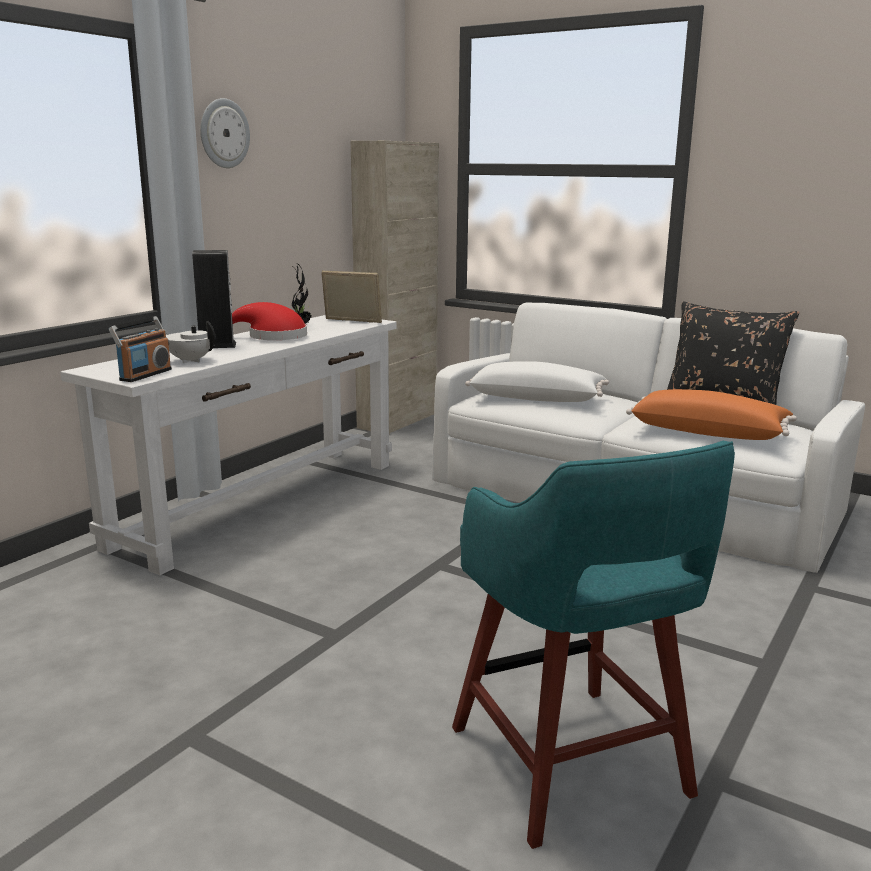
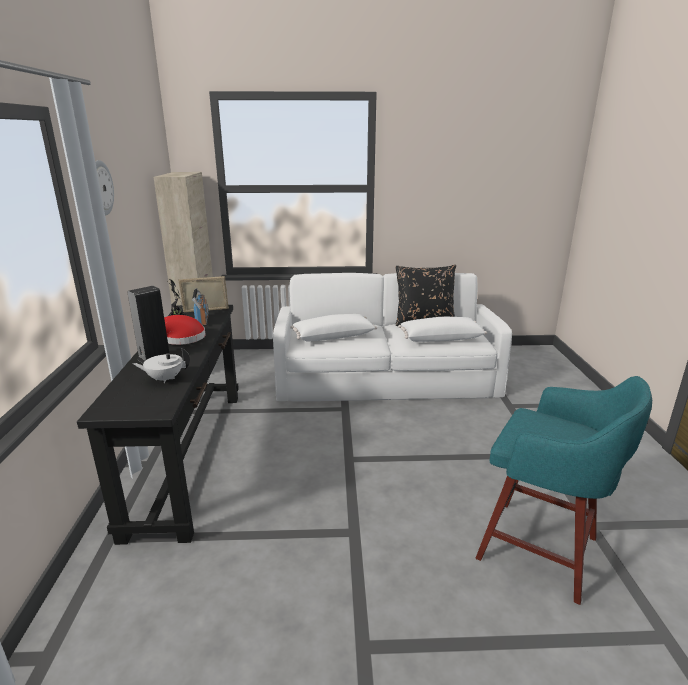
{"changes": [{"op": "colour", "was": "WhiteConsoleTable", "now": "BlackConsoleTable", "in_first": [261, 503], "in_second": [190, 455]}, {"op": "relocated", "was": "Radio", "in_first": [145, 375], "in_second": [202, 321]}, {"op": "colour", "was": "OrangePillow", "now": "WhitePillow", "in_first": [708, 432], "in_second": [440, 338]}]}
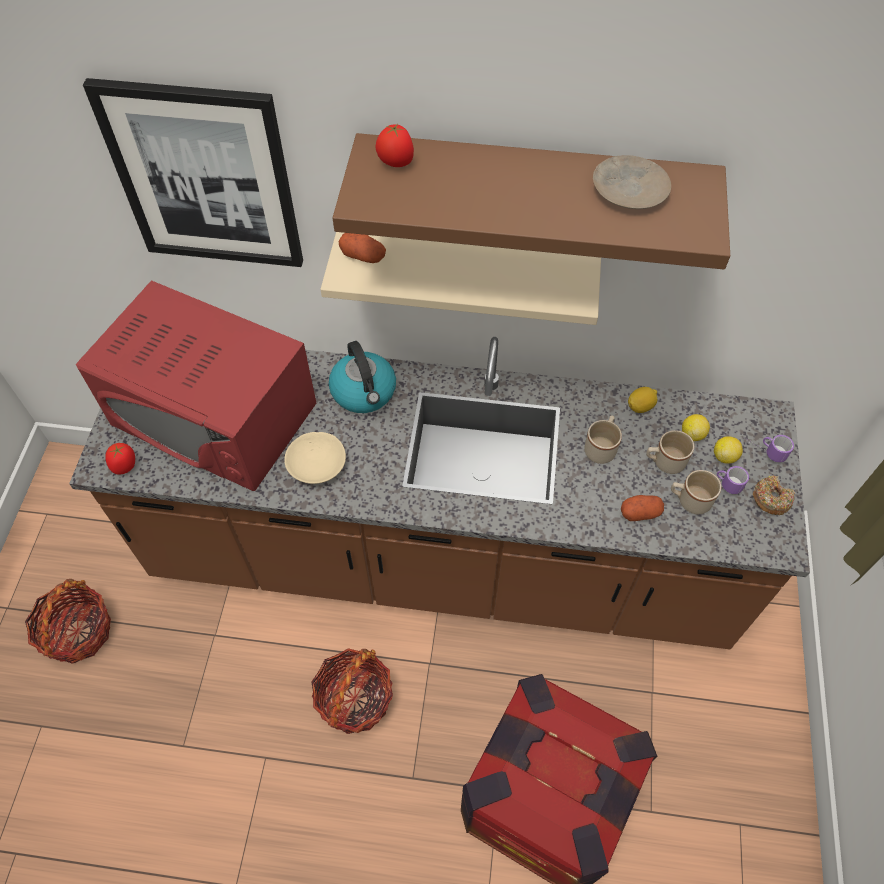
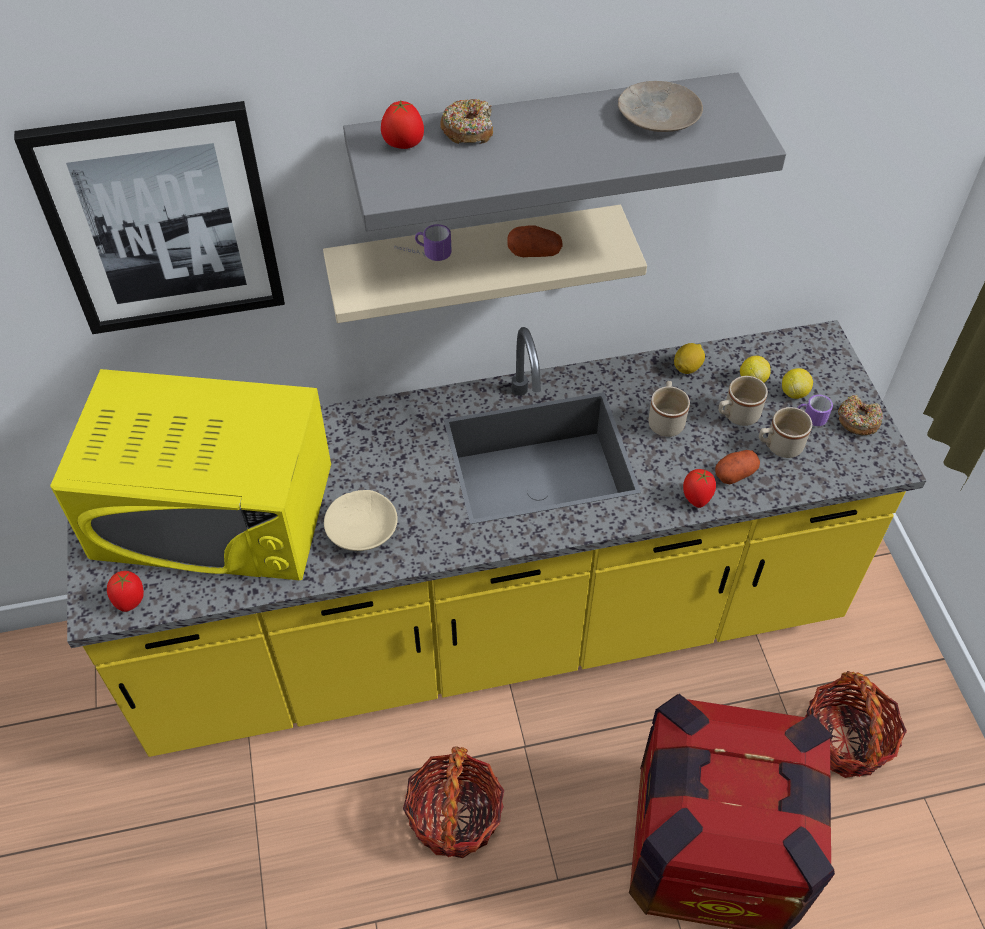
{"changes": [{"op": "colour", "was": "BrownShelf", "now": "GreyShelf", "in_first": [533, 187], "in_second": [543, 143]}, {"op": "relocated", "was": "Potato", "in_first": [363, 256], "in_second": [534, 252]}, {"op": "colour", "was": "RedMicrowave", "now": "YellowMicrowave", "in_first": [214, 413], "in_second": [214, 510]}, {"op": "colour", "was": "BrownCounter", "now": "YellowCounter", "in_first": [442, 561], "in_second": [492, 629]}, {"op": "missing", "was": "Kettle", "in_first": [364, 392]}, {"op": "relocated", "was": "Mug", "in_first": [763, 450], "in_second": [422, 255]}, {"op": "relocated", "was": "Basket", "in_first": [78, 631], "in_second": [845, 740]}, {"op": "appeared", "now": "Donut", "in_second": [468, 130]}, {"op": "appeared", "now": "Tomato", "in_second": [696, 498]}]}
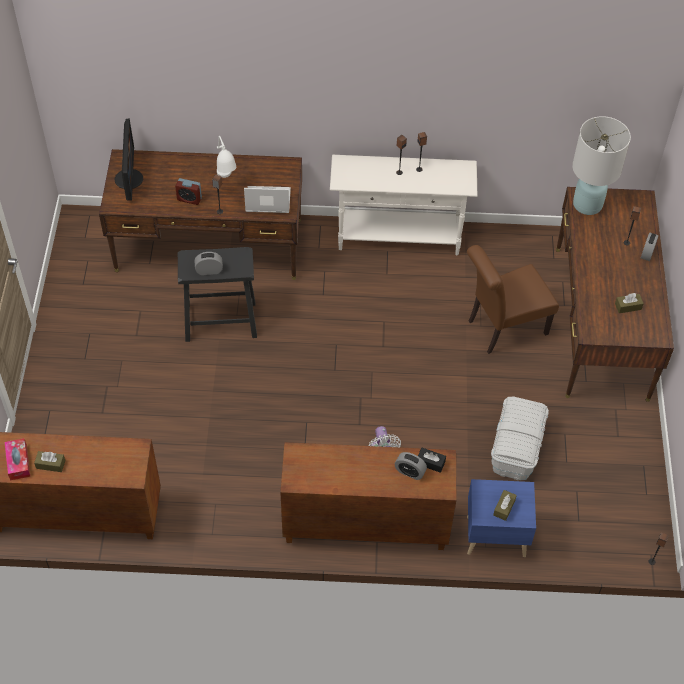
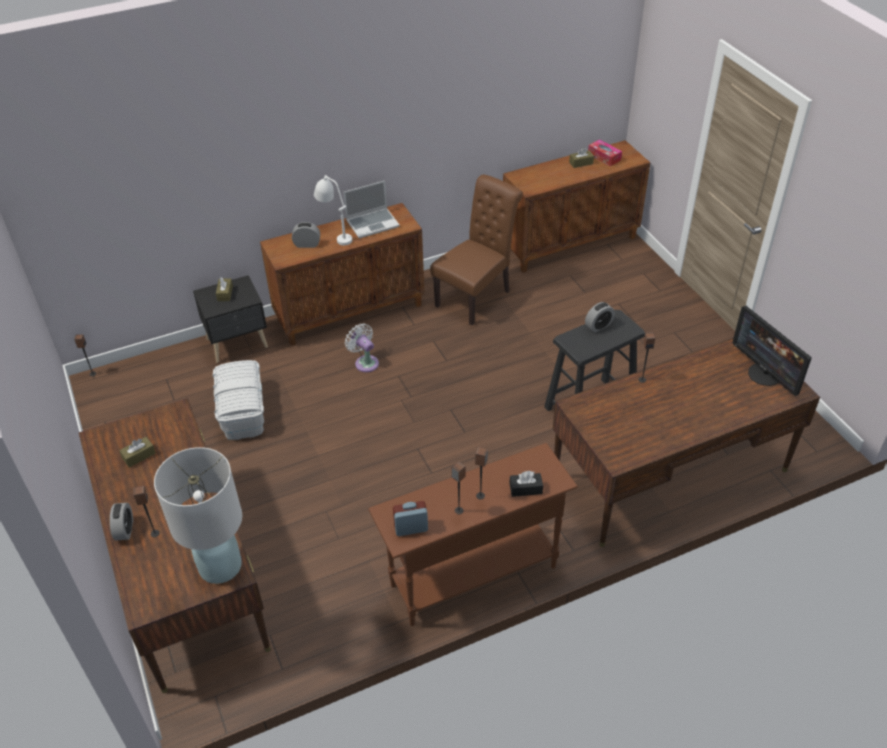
{"changes": [{"op": "relocated", "was": "WhiteTableLamp", "in_first": [226, 184], "in_second": [334, 232]}, {"op": "colour", "was": "WhiteConsoleTable", "now": "BrownConsoleTable", "in_first": [399, 238], "in_second": [472, 576]}, {"op": "relocated", "was": "AlarmClock", "in_first": [189, 199], "in_second": [411, 528]}, {"op": "relocated", "was": "Laptop", "in_first": [267, 201], "in_second": [373, 223]}, {"op": "relocated", "was": "BrownChair", "in_first": [502, 328], "in_second": [476, 296]}, {"op": "relocated", "was": "BlackTissueBox", "in_first": [430, 463], "in_second": [525, 489]}, {"op": "colour", "was": "BlueNightstand", "now": "BlackNightstand", "in_first": [494, 535], "in_second": [238, 343]}]}
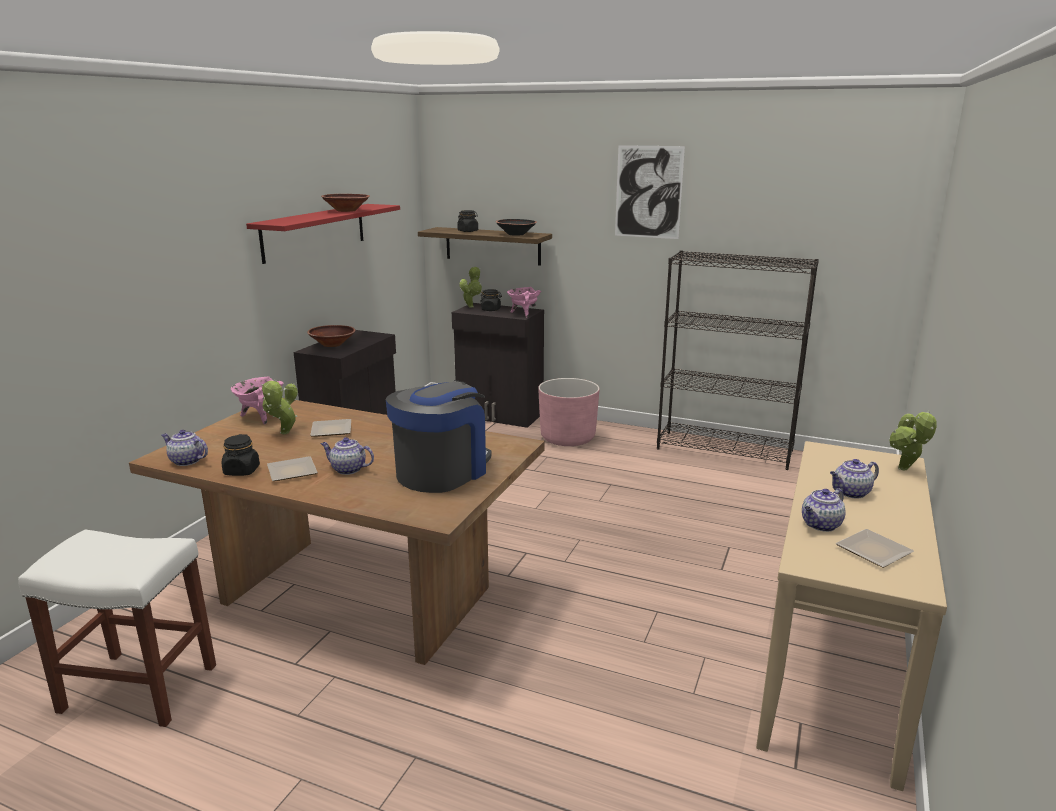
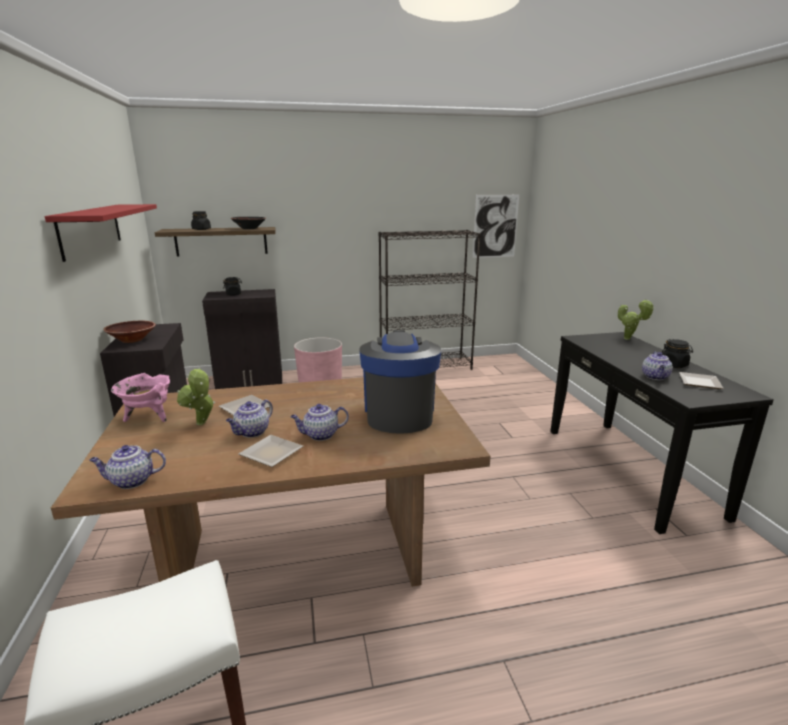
{"changes": [{"op": "relocated", "was": "Picture", "in_first": [648, 192], "in_second": [495, 226]}, {"op": "missing", "was": "BrownBowl", "in_first": [346, 210]}, {"op": "missing", "was": "PottedPlant", "in_first": [471, 306]}, {"op": "missing", "was": "PinkCookingPot", "in_first": [523, 313]}, {"op": "relocated", "was": "BlackJar", "in_first": [241, 471], "in_second": [674, 365]}, {"op": "colour", "was": "BeigeConsoleTable", "now": "BlackConsoleTable", "in_first": [835, 667], "in_second": [629, 470]}, {"op": "relocated", "was": "Teapot", "in_first": [850, 493], "in_second": [252, 432]}]}
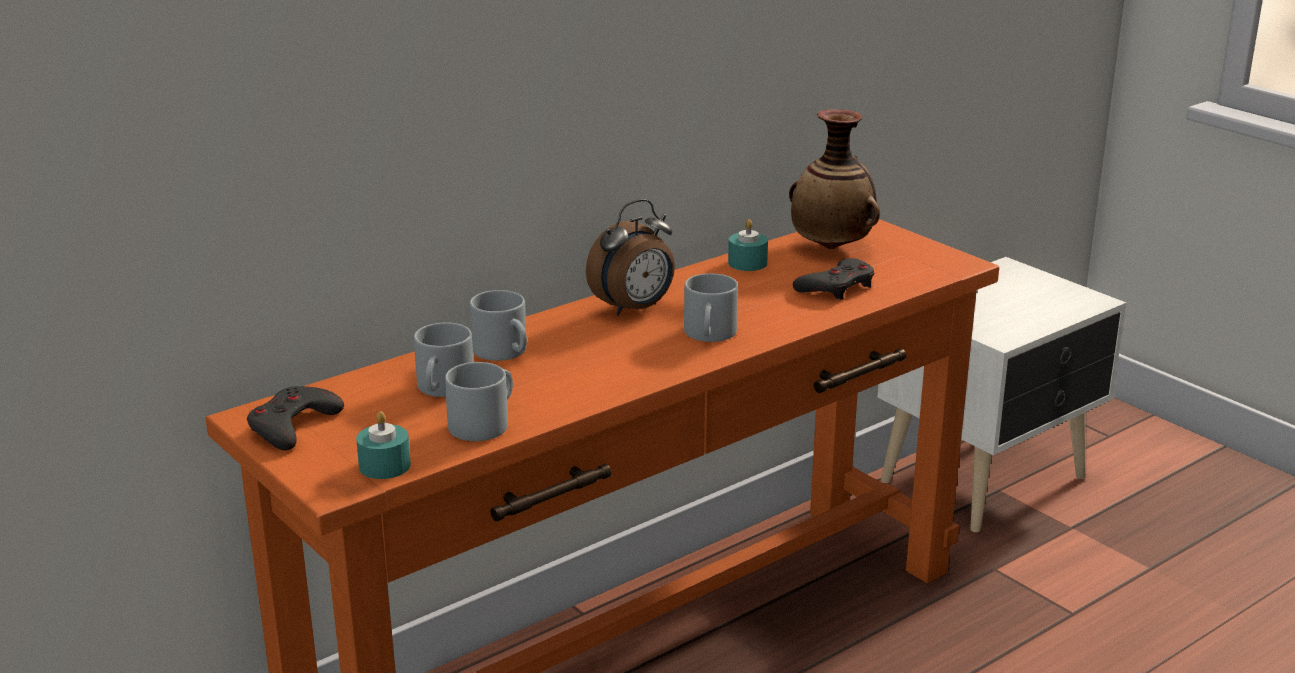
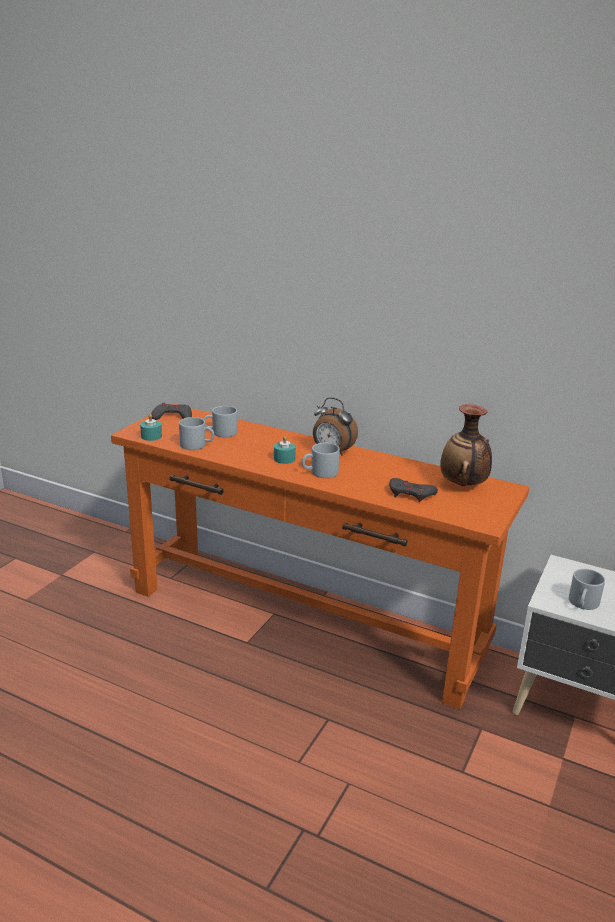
{"changes": [{"op": "relocated", "was": "TurquoiseCandle", "in_first": [747, 263], "in_second": [284, 459]}, {"op": "relocated", "was": "GreyMug", "in_first": [505, 352], "in_second": [583, 604]}]}
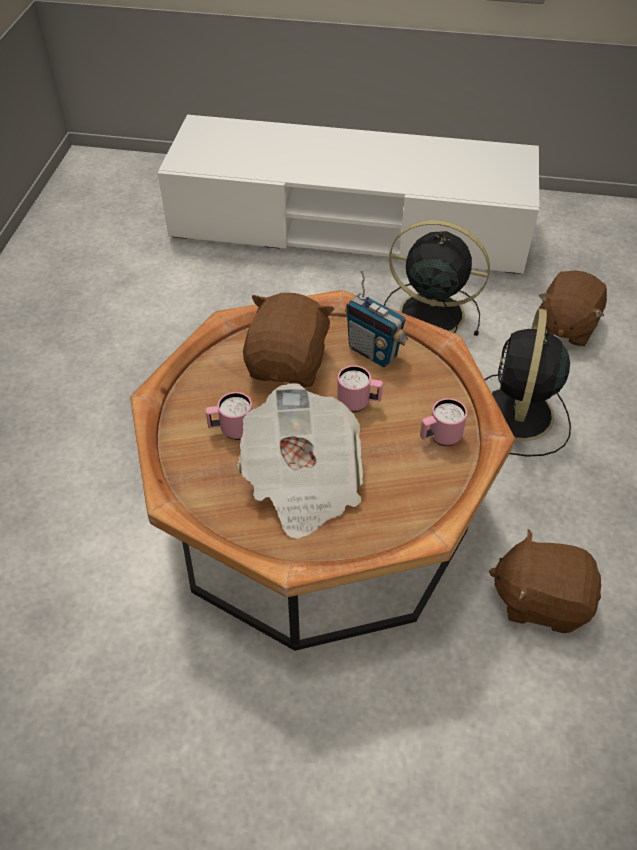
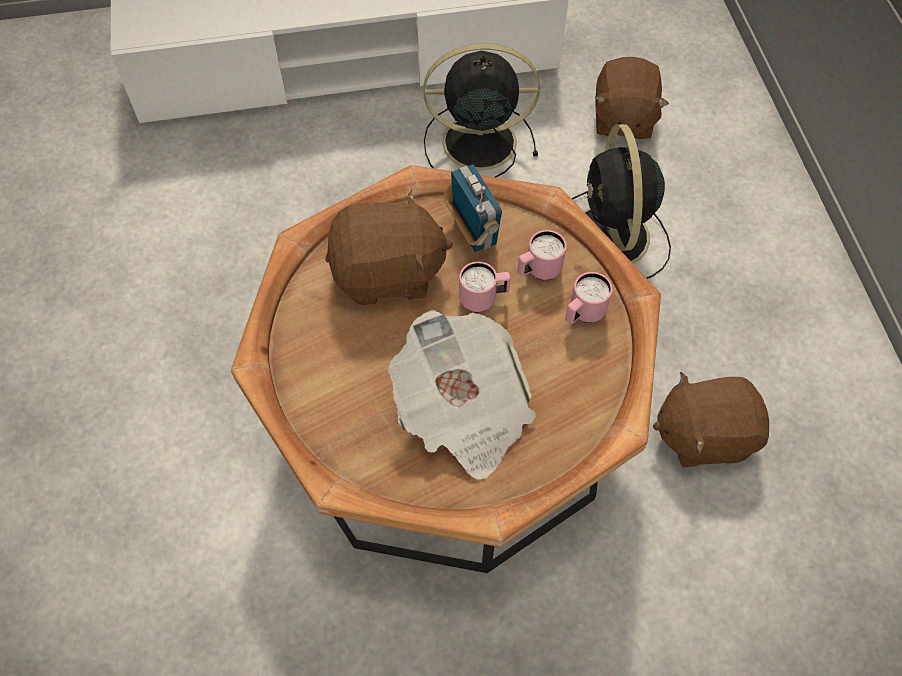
{"changes": [{"op": "spun", "was": "Radio", "in_first": [373, 352], "in_second": [473, 232], "clockwise": -135}, {"op": "spun", "was": "BrownPlushToy", "in_first": [288, 364], "in_second": [388, 274], "clockwise": 90}, {"op": "relocated", "was": "PinkMug", "in_first": [231, 430], "in_second": [538, 271]}]}
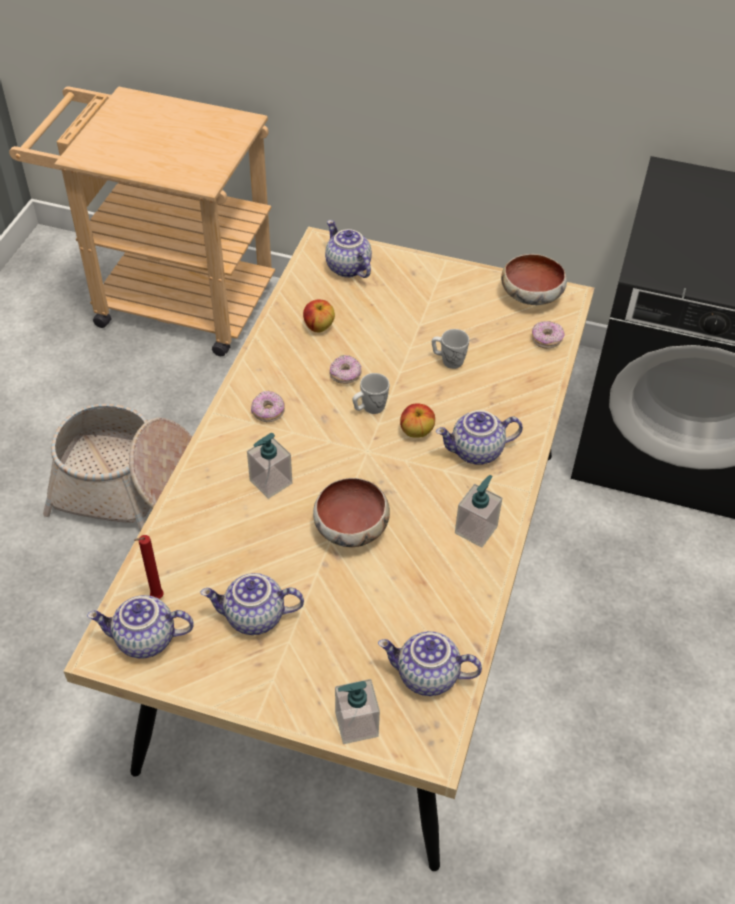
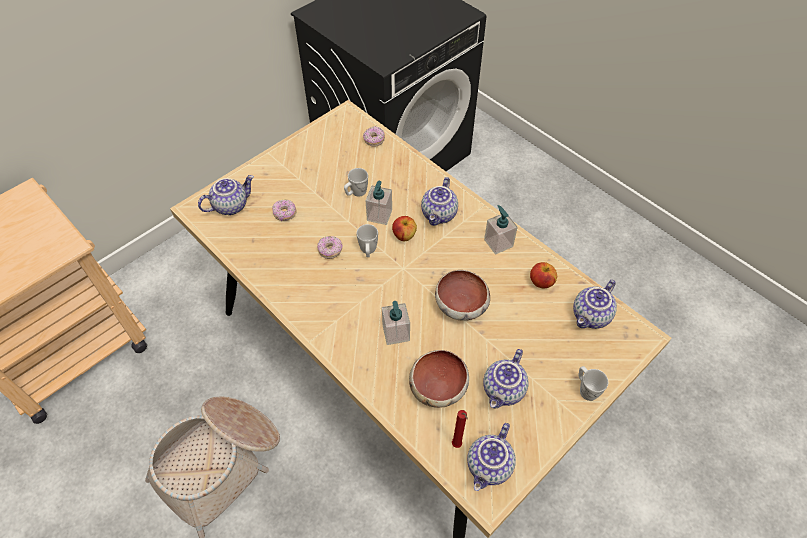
{"changes": [{"op": "spun", "was": "Teapot", "in_first": [347, 267], "in_second": [231, 205], "clockwise": 150}, {"op": "relocated", "was": "Bowl", "in_first": [532, 295], "in_second": [438, 386]}, {"op": "relocated", "was": "Apple", "in_first": [318, 326], "in_second": [541, 282]}, {"op": "relocated", "was": "Donut", "in_first": [268, 412], "in_second": [285, 214]}, {"op": "relocated", "was": "SoapDispenser", "in_first": [356, 724], "in_second": [379, 215]}, {"op": "appeared", "now": "WhiteMug", "in_second": [586, 389]}]}
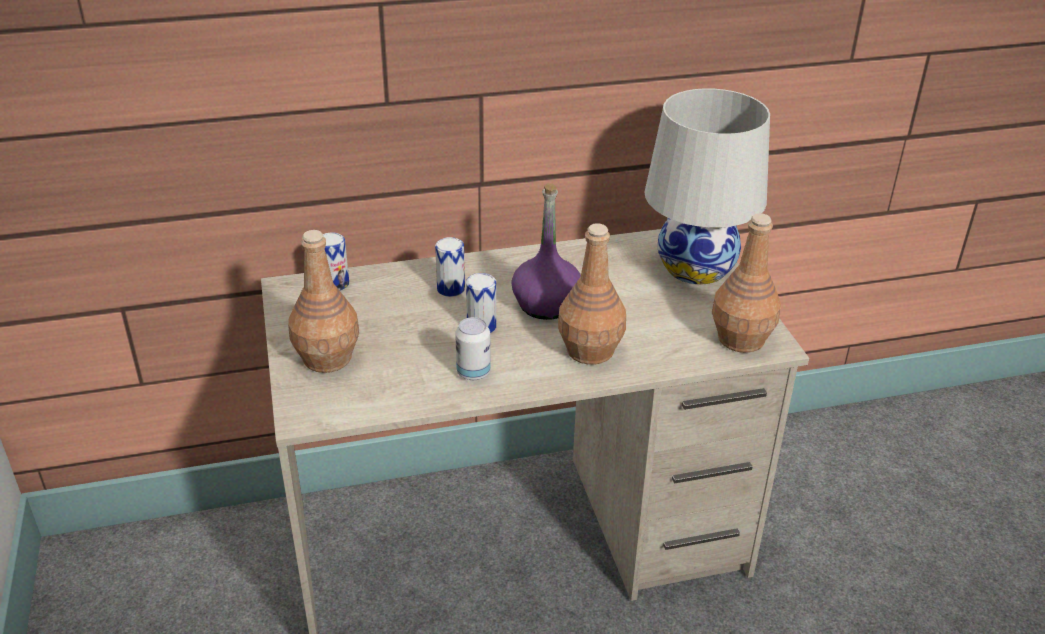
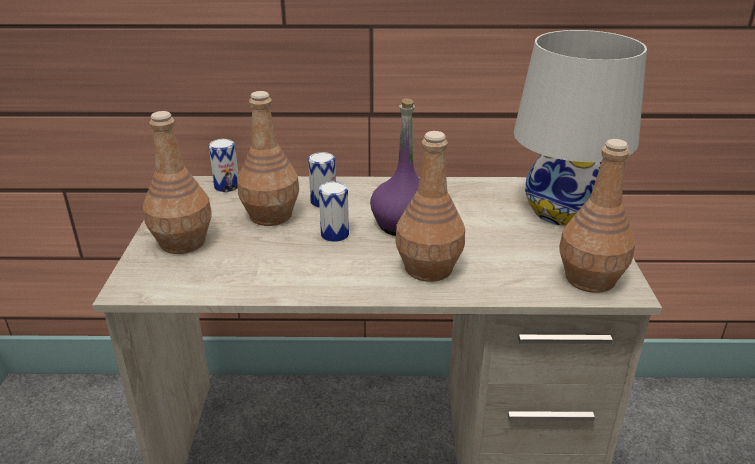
{"changes": [{"op": "missing", "was": "Can", "in_first": [473, 372]}, {"op": "appeared", "now": "BrownBottle", "in_second": [271, 215]}]}
